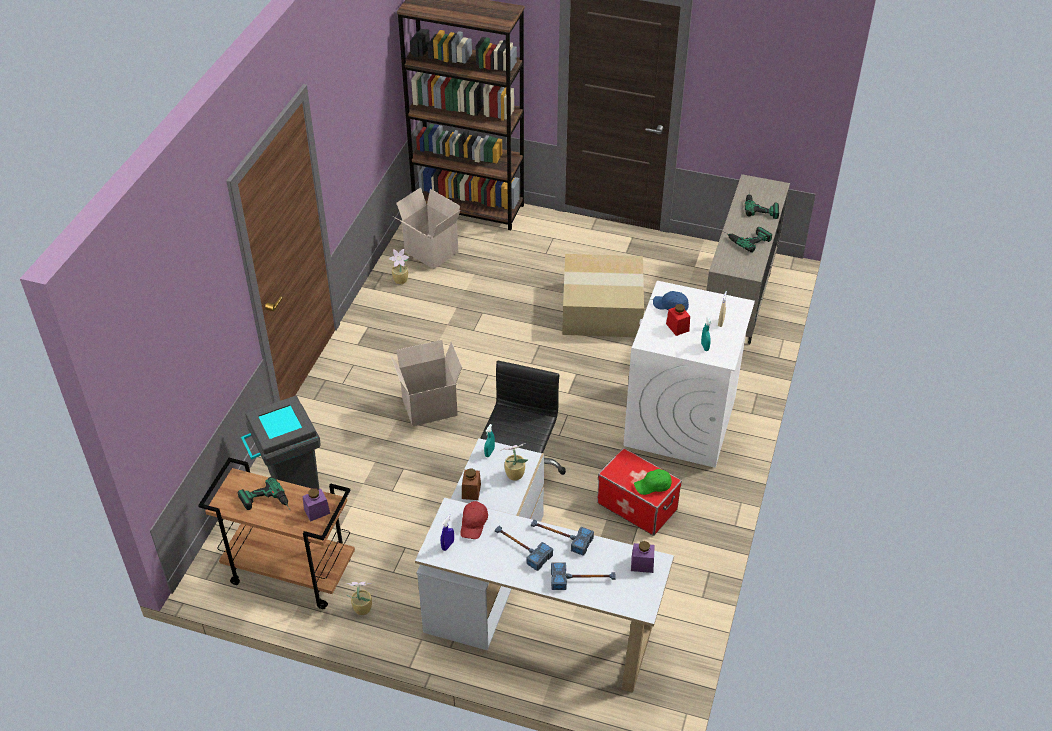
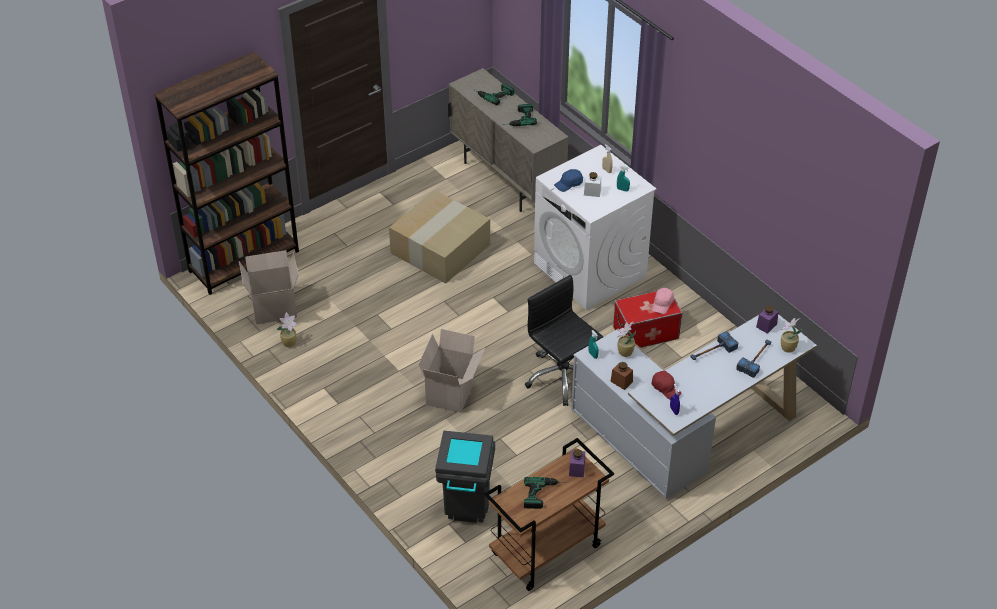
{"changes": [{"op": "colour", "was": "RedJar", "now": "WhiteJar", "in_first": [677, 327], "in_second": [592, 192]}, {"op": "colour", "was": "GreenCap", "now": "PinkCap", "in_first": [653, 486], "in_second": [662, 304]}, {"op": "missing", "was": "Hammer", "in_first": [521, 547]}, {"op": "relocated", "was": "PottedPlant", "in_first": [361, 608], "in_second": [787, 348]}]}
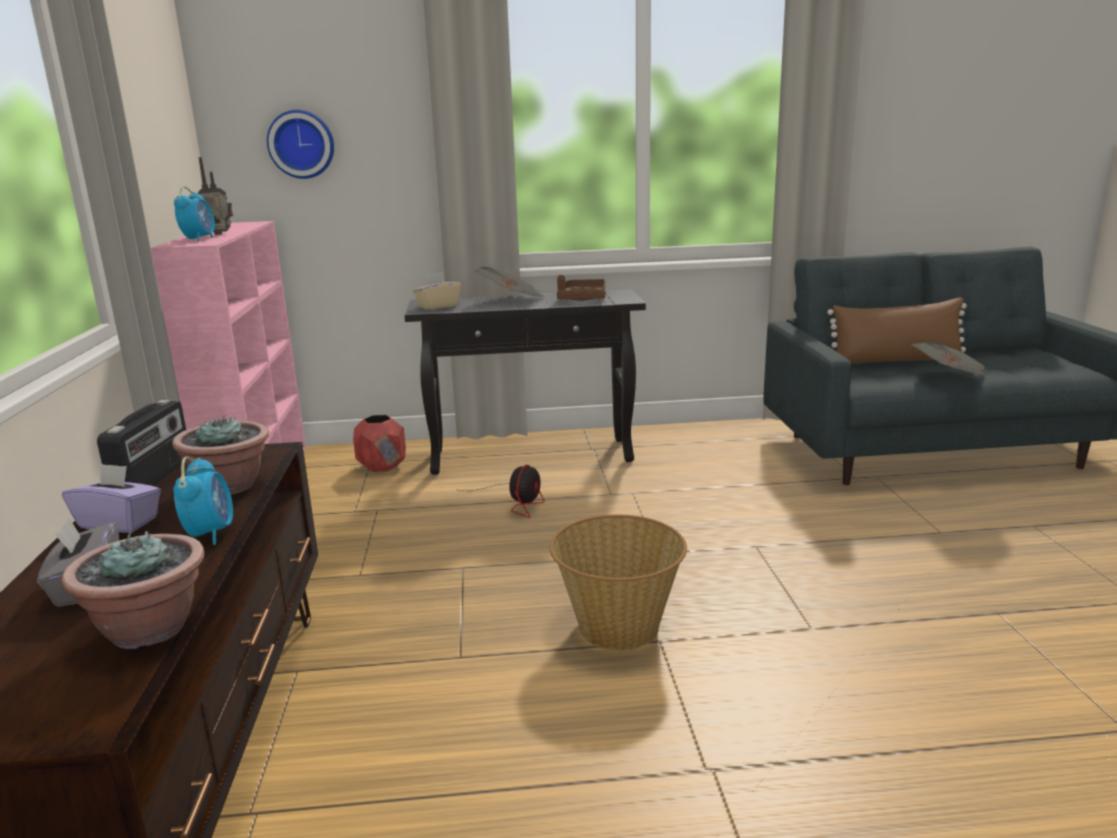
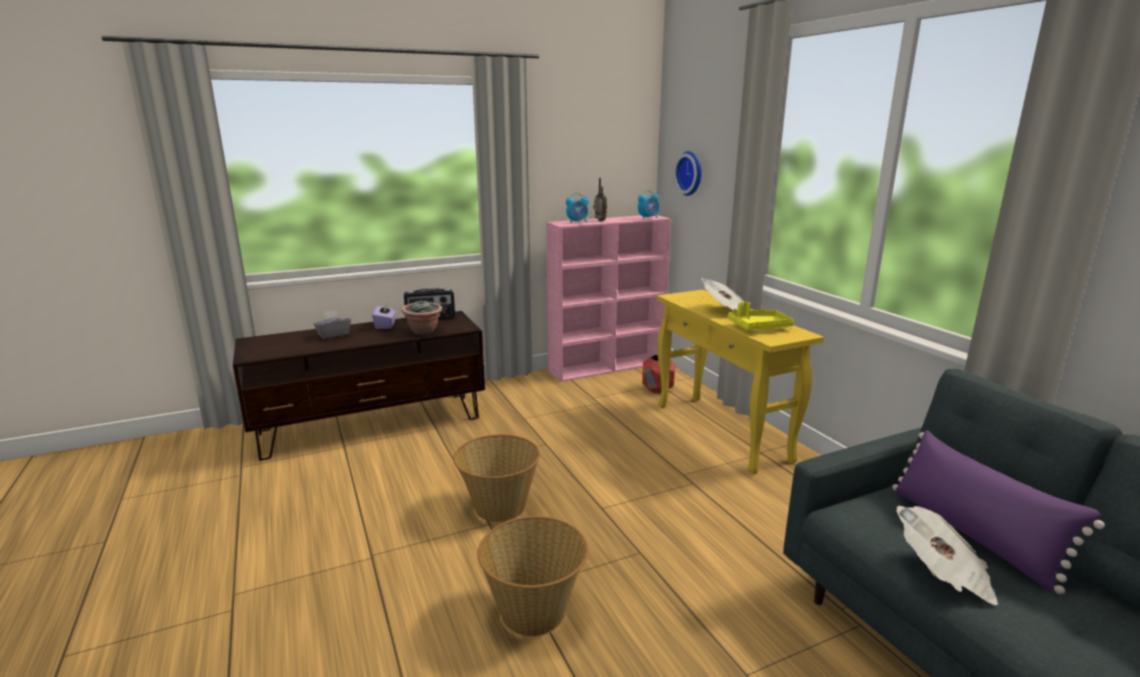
{"changes": [{"op": "missing", "was": "BeigeTissueBox", "in_first": [438, 306]}, {"op": "colour", "was": "BrownTray", "now": "YellowTray", "in_first": [582, 299], "in_second": [758, 327]}, {"op": "colour", "was": "BlackConsoleTable", "now": "YellowConsoleTable", "in_first": [533, 456], "in_second": [722, 432]}, {"op": "colour", "was": "BrownPillow", "now": "PurplePillow", "in_first": [896, 362], "in_second": [972, 535]}, {"op": "relocated", "was": "AlarmClock", "in_first": [210, 533], "in_second": [648, 218]}, {"op": "missing", "was": "Fan", "in_first": [518, 502]}, {"op": "missing", "was": "PottedPlant", "in_first": [149, 629]}, {"op": "appeared", "now": "Basket", "in_second": [534, 611]}]}
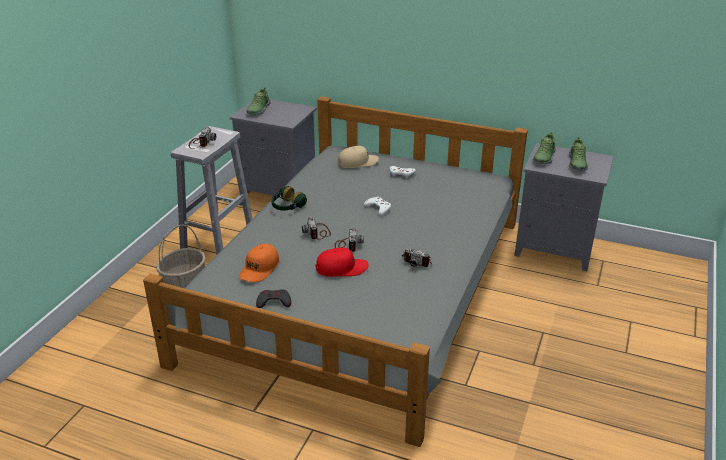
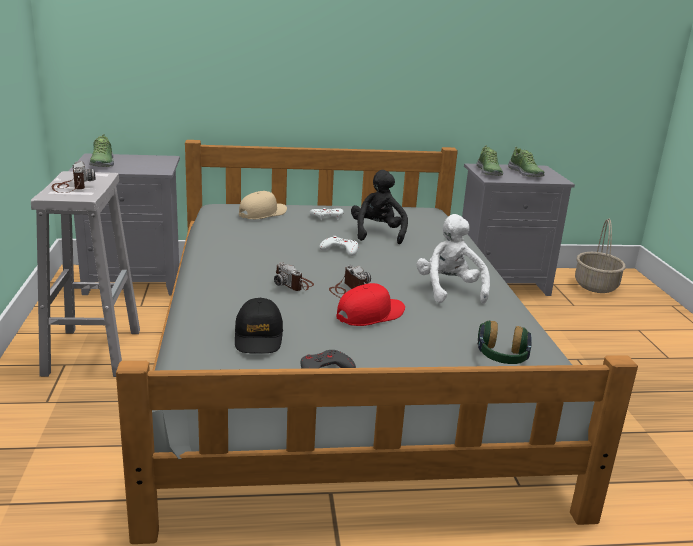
{"changes": [{"op": "relocated", "was": "Headphones", "in_first": [287, 207], "in_second": [502, 358]}, {"op": "relocated", "was": "Basket", "in_first": [184, 281], "in_second": [596, 286]}, {"op": "colour", "was": "OrangeCap", "now": "BlackCap", "in_first": [259, 269], "in_second": [259, 337]}, {"op": "exchanged", "was": "PhotoCamera", "now": "WhitePlushToy", "in_first": [417, 260], "in_second": [449, 290]}, {"op": "appeared", "now": "BlackPlushToy", "in_second": [377, 233]}]}
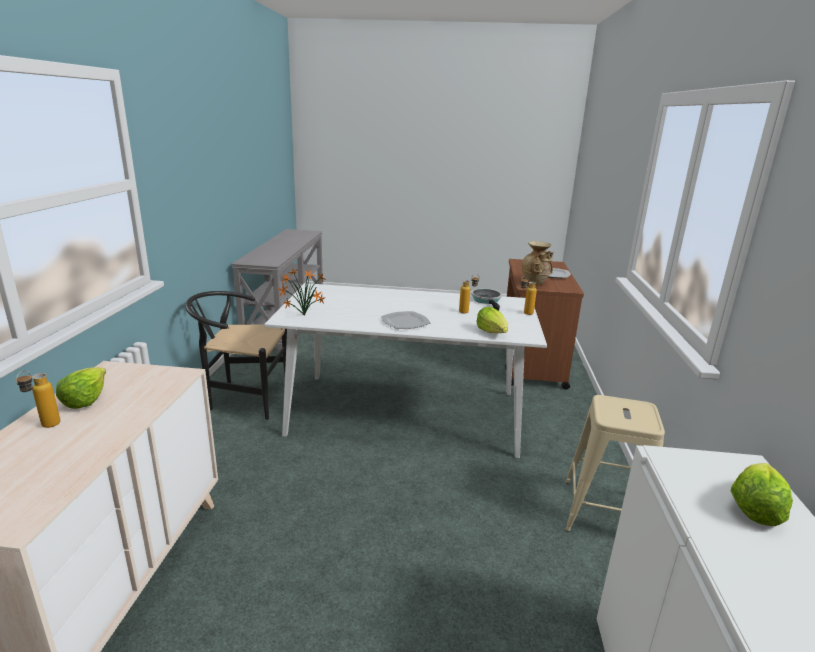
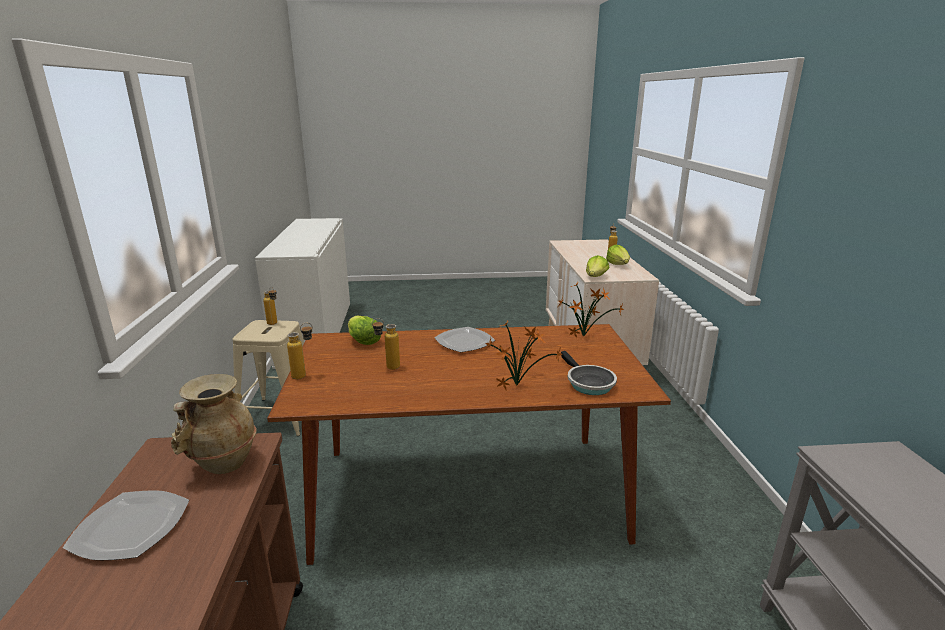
{"changes": [{"op": "colour", "was": "WhiteDiningTable", "now": "BrownDiningTable", "in_first": [406, 412], "in_second": [466, 494]}, {"op": "relocated", "was": "FryingPan", "in_first": [487, 300], "in_second": [588, 383]}, {"op": "missing", "was": "BlackChair", "in_first": [242, 397]}, {"op": "relocated", "was": "Lettuce", "in_first": [755, 507], "in_second": [596, 277]}, {"op": "appeared", "now": "Bottle", "in_second": [274, 324]}, {"op": "appeared", "now": "PottedPlant", "in_second": [518, 385]}]}
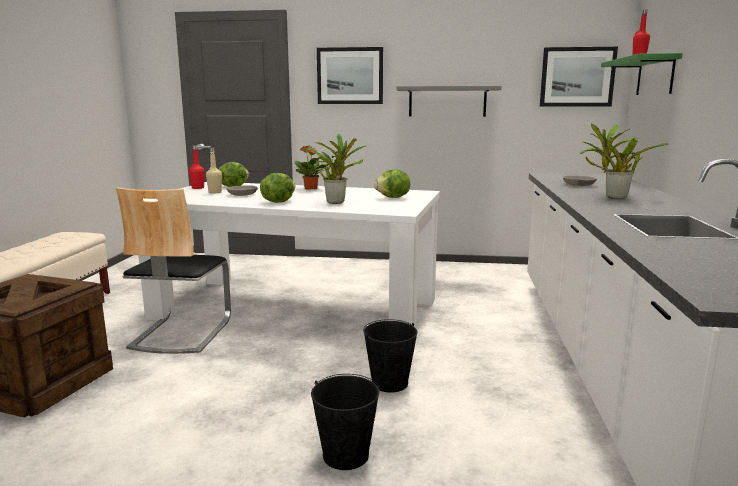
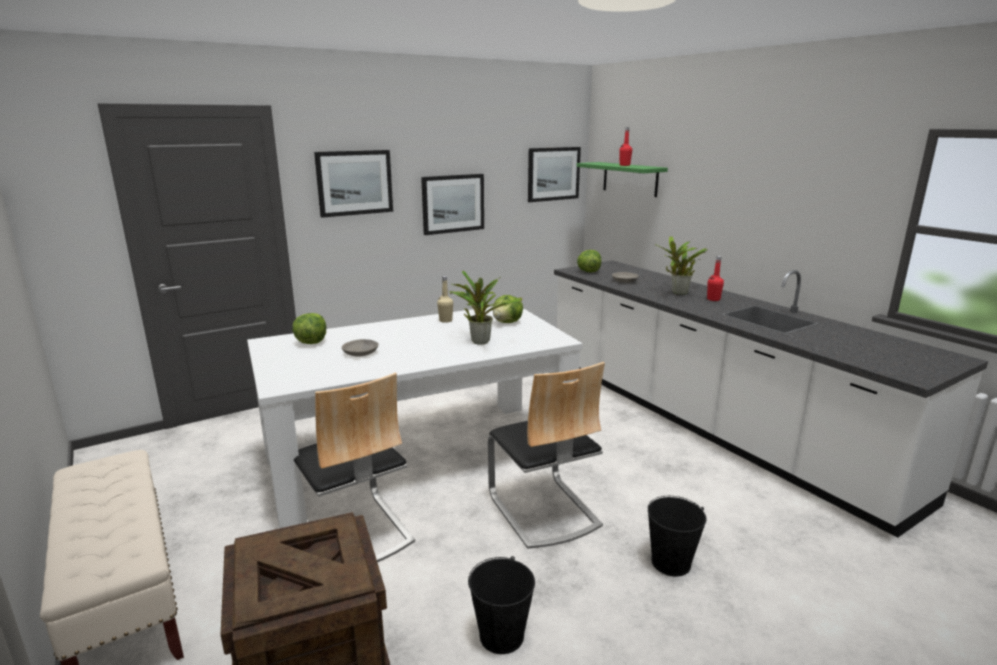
{"changes": [{"op": "exchanged", "was": "GreyShelf", "now": "Picture", "in_first": [447, 101], "in_second": [453, 203]}, {"op": "relocated", "was": "RedBottle", "in_first": [198, 188], "in_second": [713, 299]}, {"op": "missing", "was": "PottedPlant", "in_first": [311, 189]}, {"op": "relocated", "was": "BeigeBottle", "in_first": [215, 192], "in_second": [445, 320]}, {"op": "relocated", "was": "Lettuce", "in_first": [278, 202], "in_second": [588, 271]}, {"op": "relocated", "was": "BlackBucket", "in_first": [390, 383], "in_second": [502, 635]}, {"op": "appeared", "now": "Chair", "in_second": [543, 510]}]}
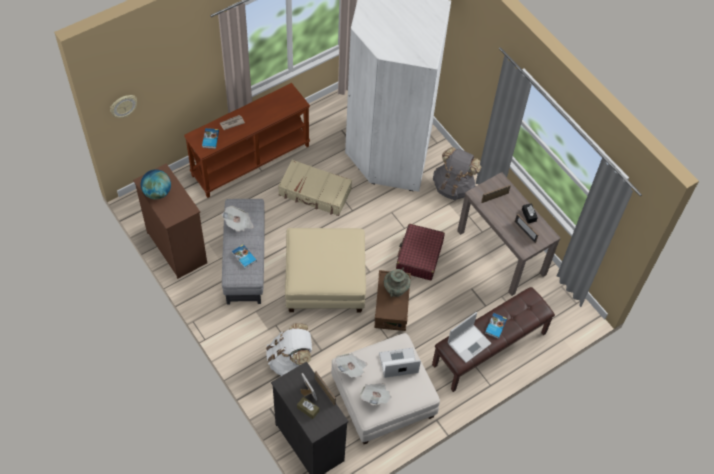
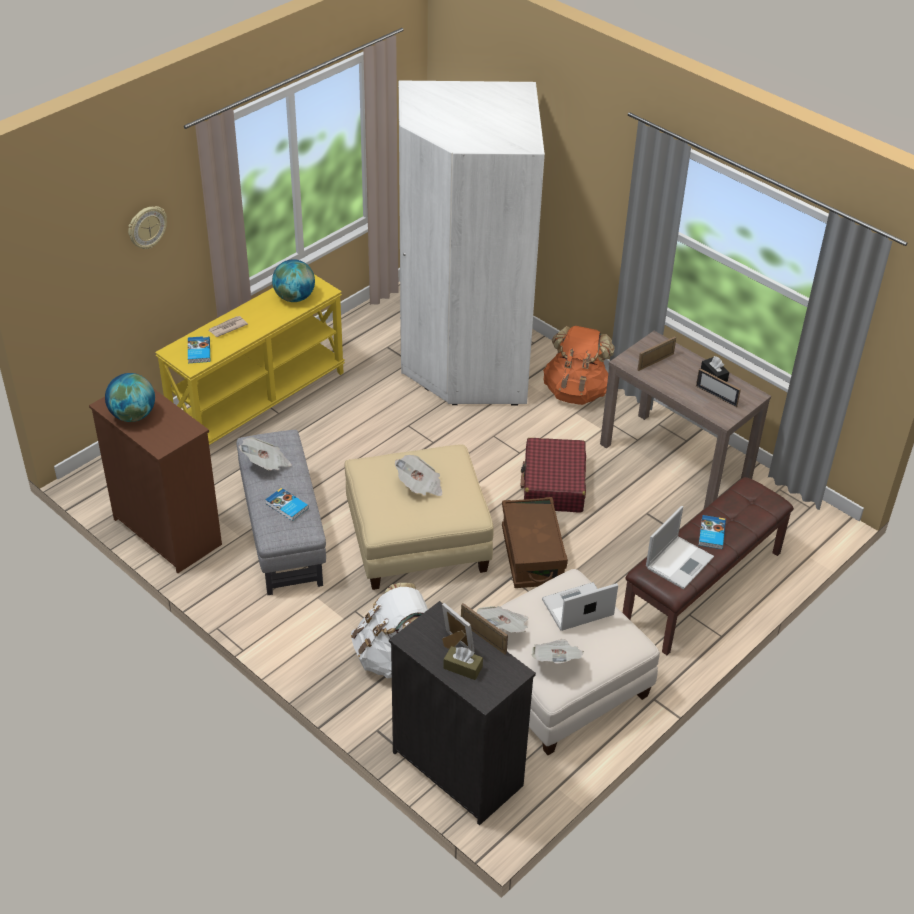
{"changes": [{"op": "colour", "was": "BrownConsoleTable", "now": "YellowConsoleTable", "in_first": [250, 160], "in_second": [258, 402]}, {"op": "relocated", "was": "WallClock", "in_first": [123, 106], "in_second": [146, 227]}, {"op": "colour", "was": "GreyBackpack", "now": "OrangeBackpack", "in_first": [453, 187], "in_second": [576, 391]}, {"op": "missing", "was": "BeigeSuitcase", "in_first": [315, 193]}, {"op": "missing", "was": "TurquoiseVase", "in_first": [396, 289]}, {"op": "appeared", "now": "Globe", "in_second": [294, 298]}, {"op": "appeared", "now": "Newspaper", "in_second": [420, 486]}]}
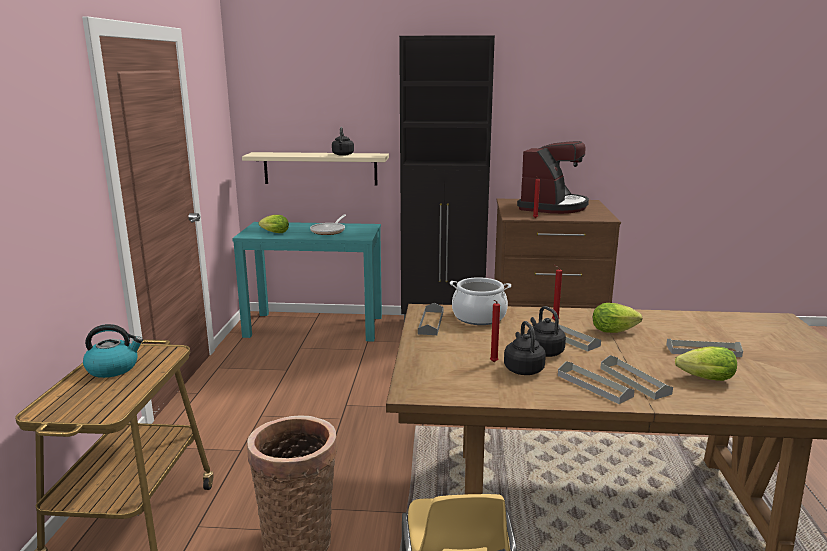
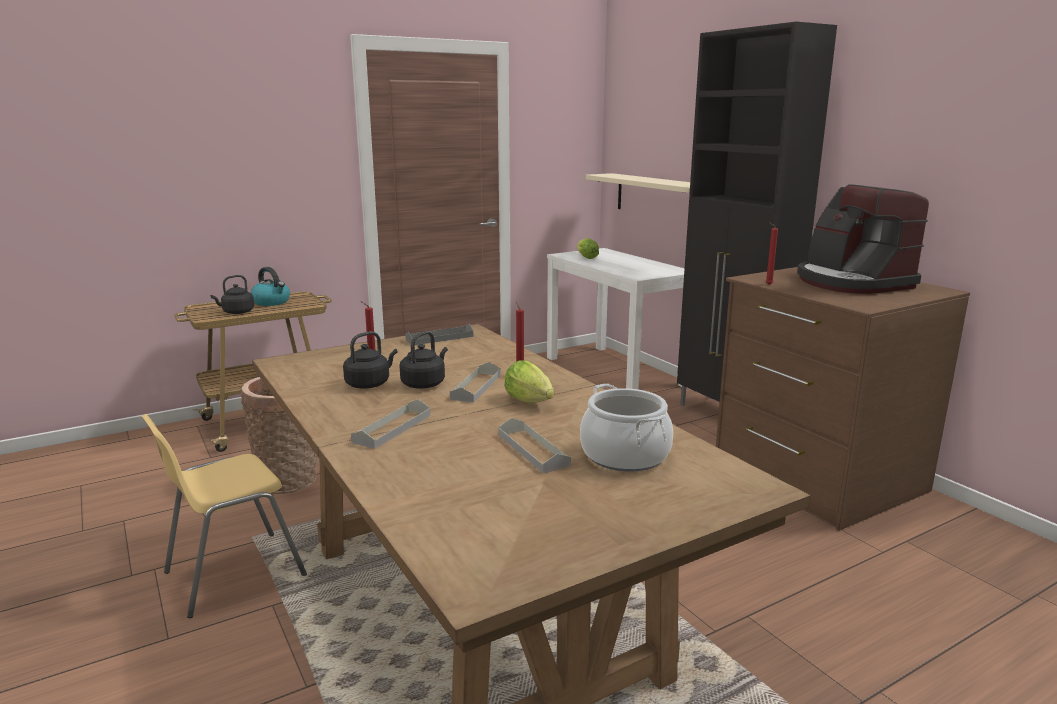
{"changes": [{"op": "relocated", "was": "BlackKettle", "in_first": [343, 155], "in_second": [236, 312]}, {"op": "spun", "was": "CoffeeMachine", "in_first": [553, 207], "in_second": [851, 282], "clockwise": 75}, {"op": "missing", "was": "FryingPan", "in_first": [329, 231]}, {"op": "colour", "was": "TurquoiseConsoleTable", "now": "WhiteConsoleTable", "in_first": [315, 326], "in_second": [615, 371]}, {"op": "relocated", "was": "CookingPot", "in_first": [479, 317], "in_second": [625, 455]}, {"op": "missing", "was": "Lettuce", "in_first": [702, 379]}, {"op": "missing", "was": "GreyTray", "in_first": [594, 386]}]}
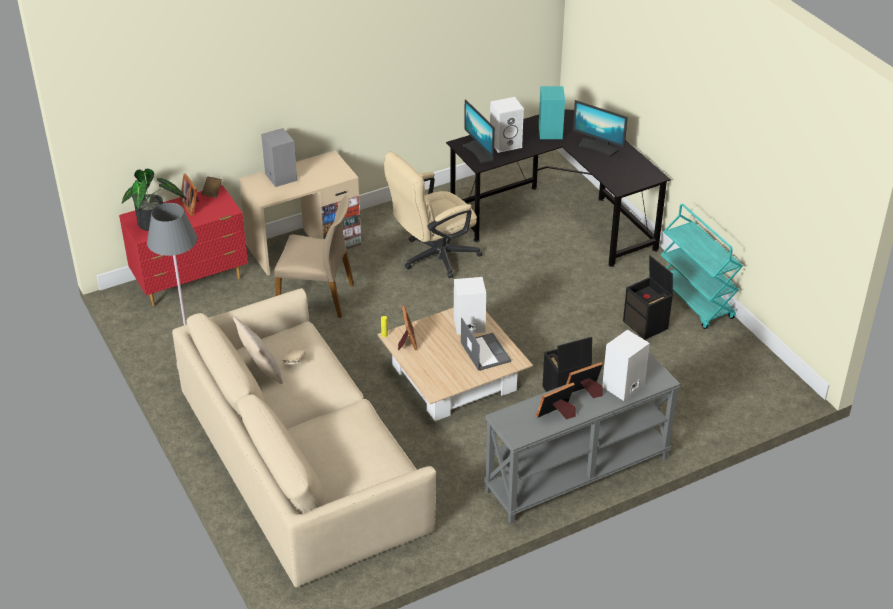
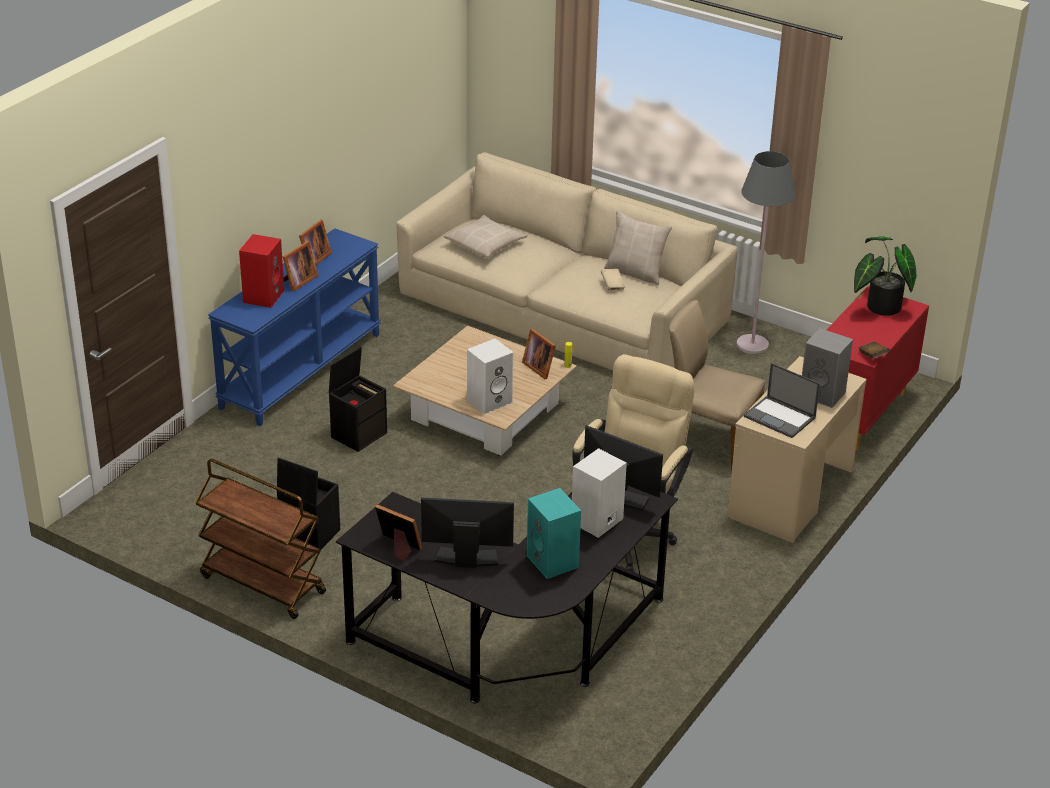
{"changes": [{"op": "relocated", "was": "PictureFrame", "in_first": [192, 205], "in_second": [398, 547]}, {"op": "spun", "was": "BeigeChair", "in_first": [317, 297], "in_second": [708, 442], "clockwise": 45}, {"op": "colour", "was": "TurquoiseCart", "now": "BrownCart", "in_first": [695, 301], "in_second": [261, 584]}, {"op": "relocated", "was": "Laptop", "in_first": [485, 352], "in_second": [780, 417]}, {"op": "colour", "was": "WhiteSpeaker", "now": "RedSpeaker", "in_first": [623, 387], "in_second": [263, 296]}, {"op": "colour", "was": "GreyConsoleTable", "now": "BlueConsoleTable", "in_first": [577, 475], "in_second": [300, 370]}, {"op": "appeared", "now": "BeigePillow", "in_second": [485, 244]}]}
